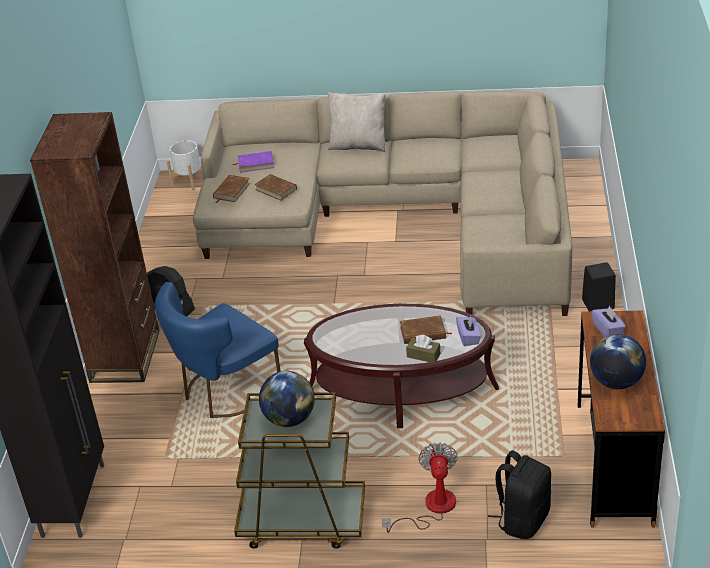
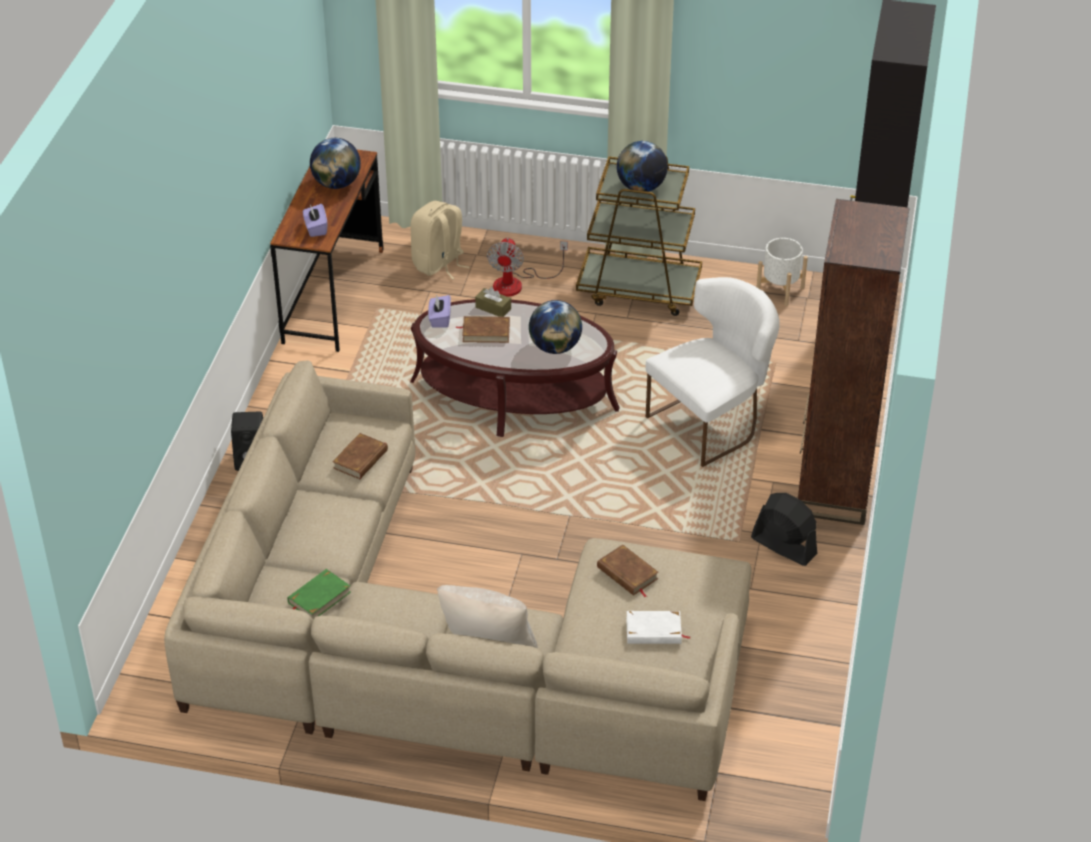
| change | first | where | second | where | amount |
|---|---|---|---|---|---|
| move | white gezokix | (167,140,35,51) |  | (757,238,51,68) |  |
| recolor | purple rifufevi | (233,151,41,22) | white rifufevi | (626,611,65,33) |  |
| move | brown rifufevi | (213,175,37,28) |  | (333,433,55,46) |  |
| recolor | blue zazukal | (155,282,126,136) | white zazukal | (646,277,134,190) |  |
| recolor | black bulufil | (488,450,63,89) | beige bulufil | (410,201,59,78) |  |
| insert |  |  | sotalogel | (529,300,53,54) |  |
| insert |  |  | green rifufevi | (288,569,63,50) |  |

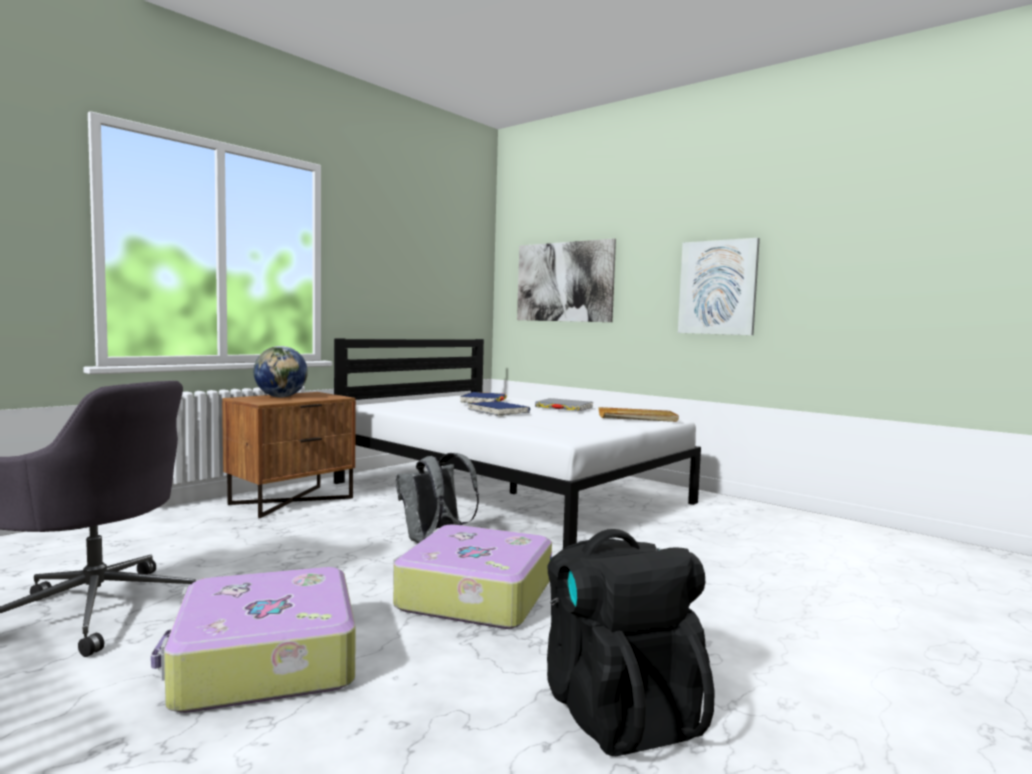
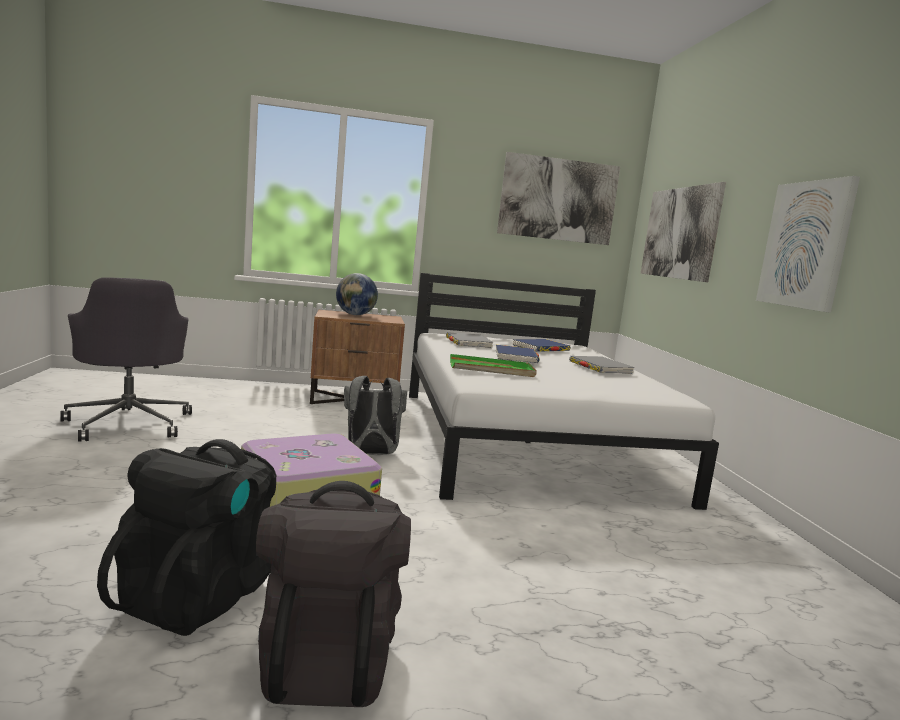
| change | first | where | second | where | amount |
|---|---|---|---|---|---|
| delete | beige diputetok | (599,407,80,15) |  |  |  |
| delete | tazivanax | (151,567,205,146) |  |  |  |
| insert |  |  | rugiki | (497,152,123,93) |  |
| insert |  |  | grey rifufevi | (446,332,48,16) |  |
| insert |  |  | green diputetok | (450,354,87,23) |  |
| insert |  |  | black bulufil | (256,481,155,226) |  |

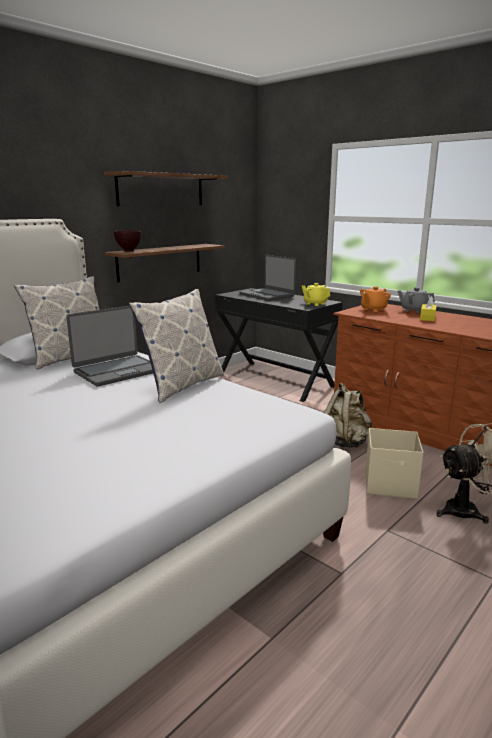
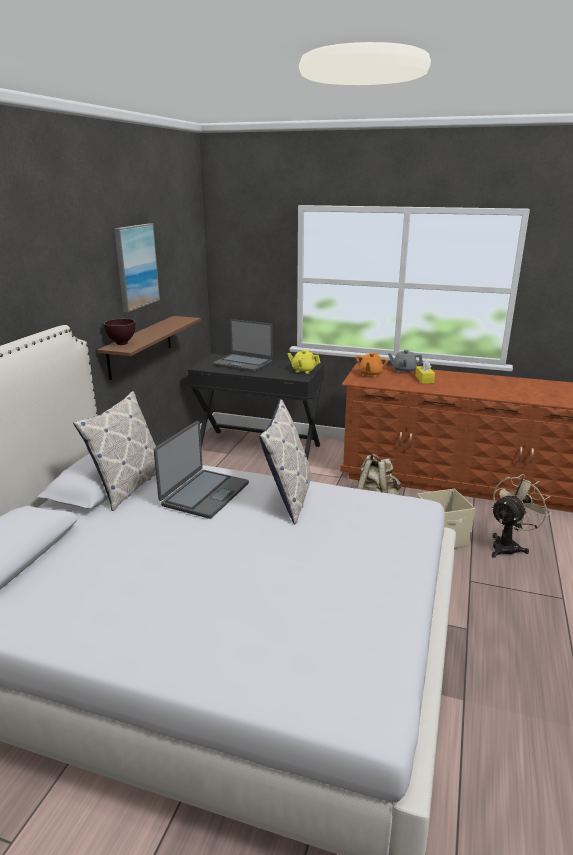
| change | first | where | second | where | amount |
|---|---|---|---|---|---|
| replace | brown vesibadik | (104,171,124,35) | rugiki | (114,223,46,89) |  |

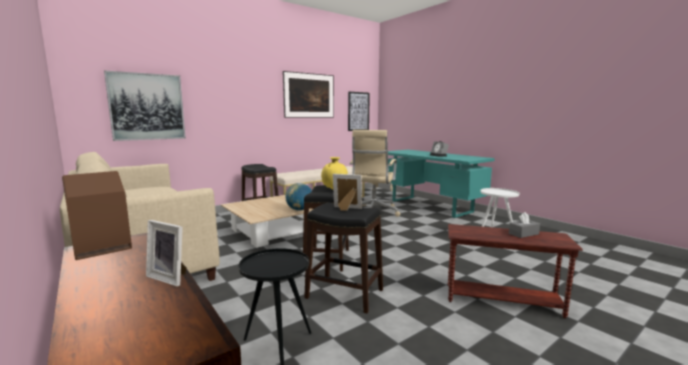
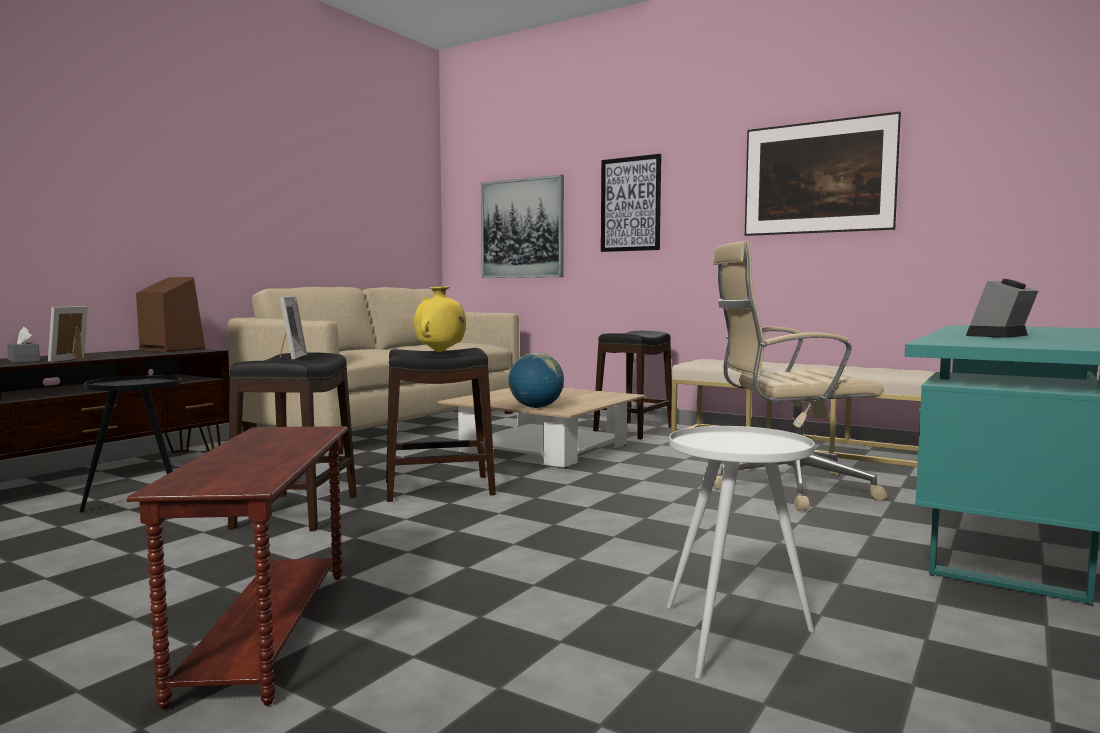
| change | first | where | second | where | amount |
|---|---|---|---|---|---|
| move | rugiki | (348,92,22,39) |  | (601,154,60,98) |  |
| move | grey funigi | (509,212,31,26) |  | (7,327,33,36) |  |

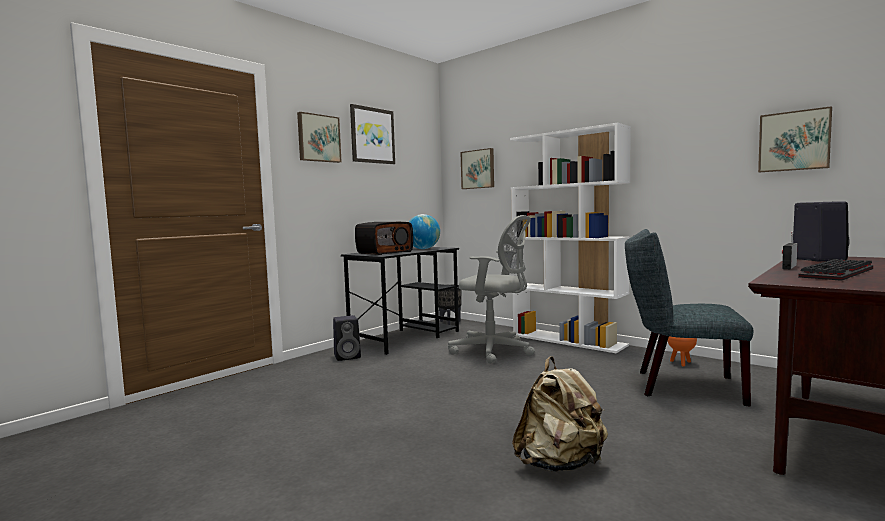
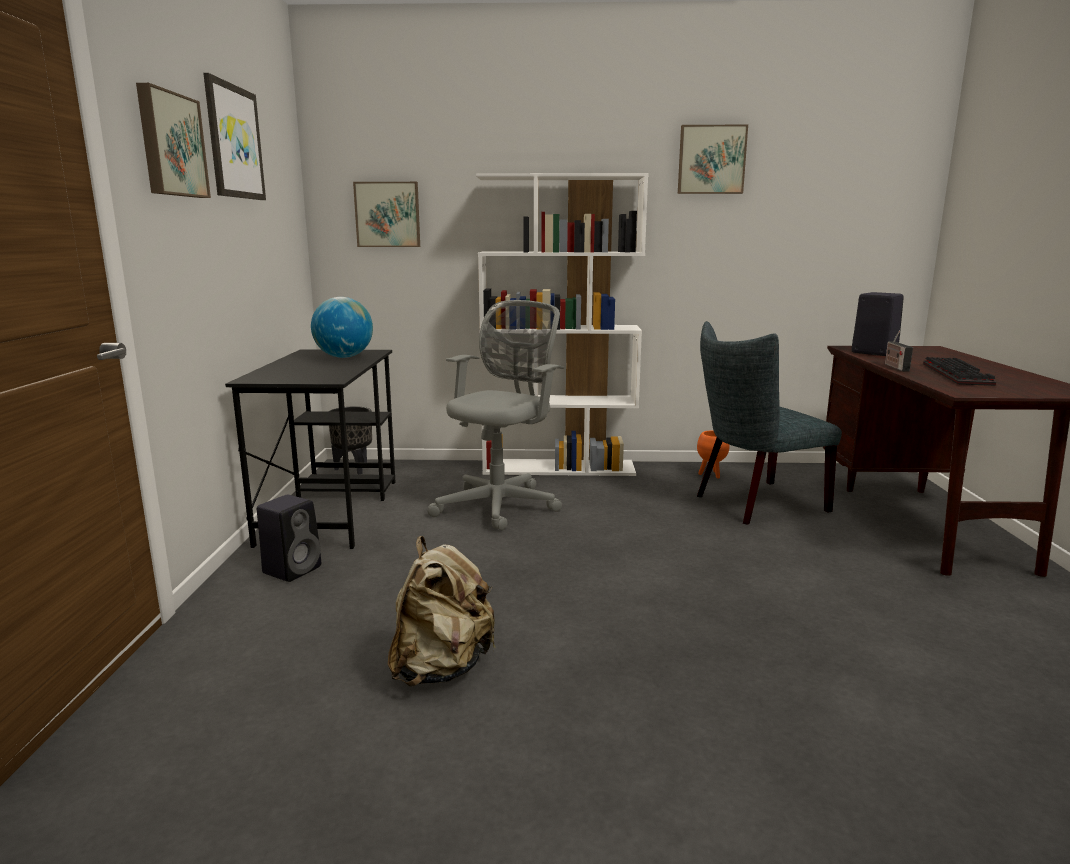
| change | first | where | second | where | amount |
|---|---|---|---|---|---|
| move | rugiki | (758,106,74,66) |  | (678,125,70,69) |  |
| rotate | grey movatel | (448,215,87,149) |  | (427,300,137,231) | 45 degrees counterclockwise |
| delete | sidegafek | (355,222,58,33) |  |  |  |
| move | beige bulufil | (512,356,96,116) |  | (388,536,108,150) |  |

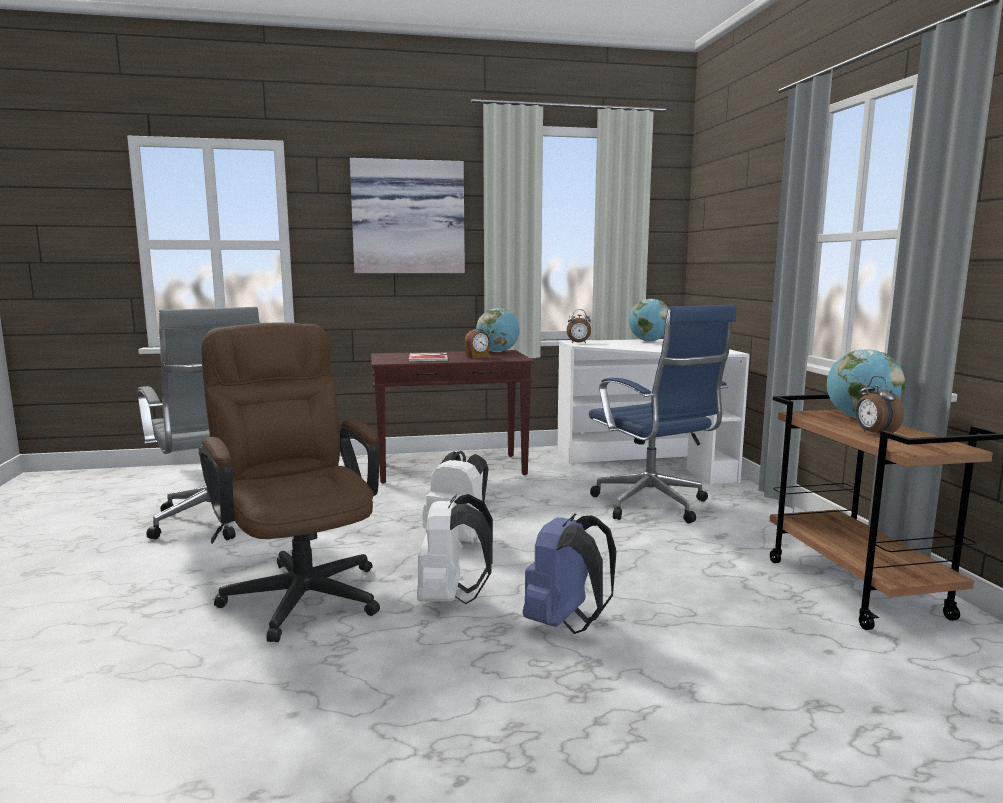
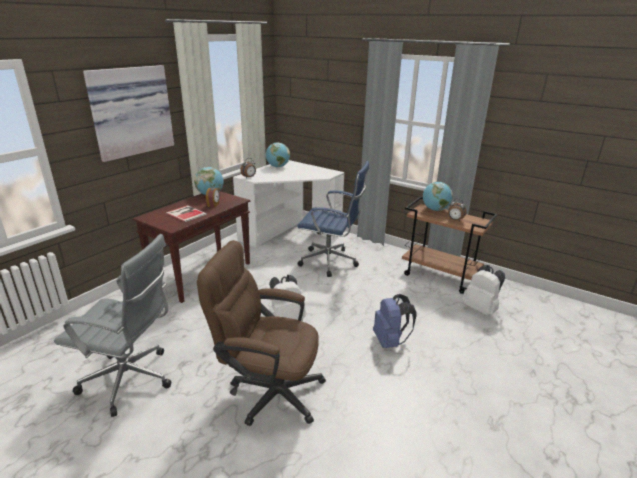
| change | first | where | second | where | amount |
|---|---|---|---|---|---|
| move | white bulufil | (417,494,76,110) |  | (463,265,42,50) |  |

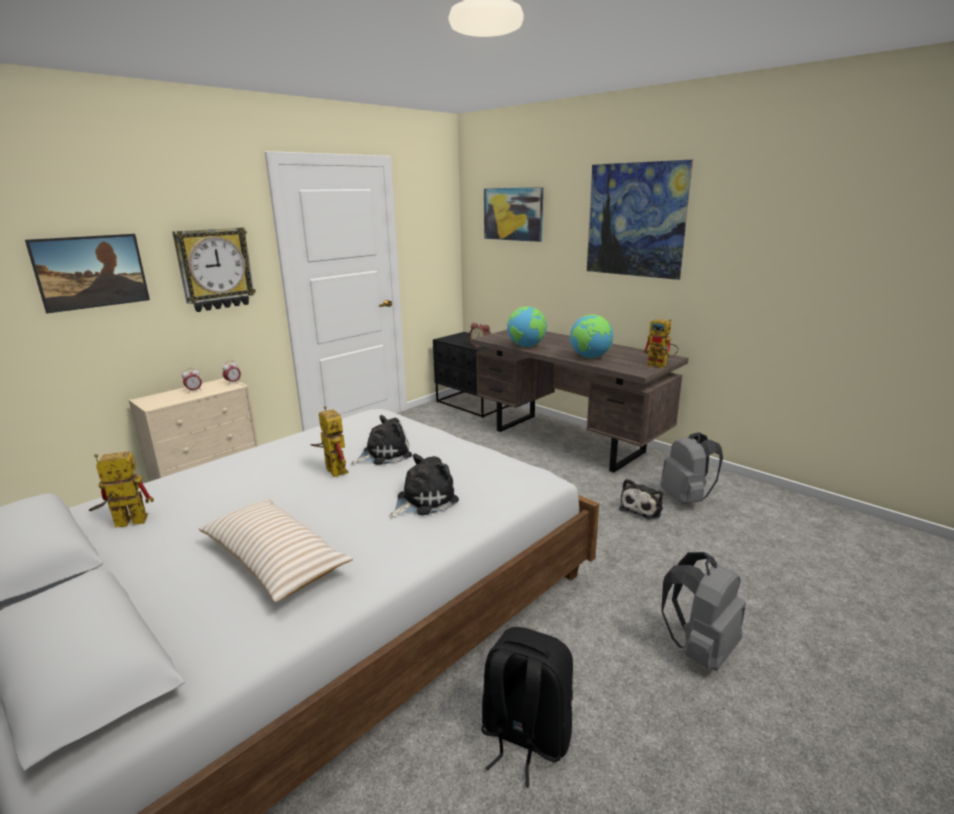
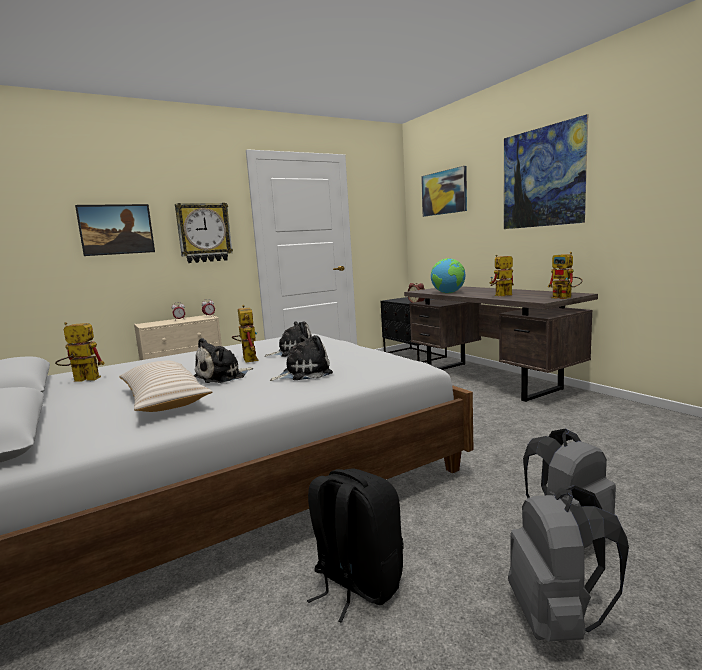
| change | first | where | second | where | amount |
|---|---|---|---|---|---|
| replace | sotalogel | (570,314,43,44) | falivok | (489,255,25,41) |  |
| move | grey bulufil | (660,432,63,72) |  | (508,485,121,156) |  |
| move | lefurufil | (619,479,44,41) |  | (194,338,59,45) |  |

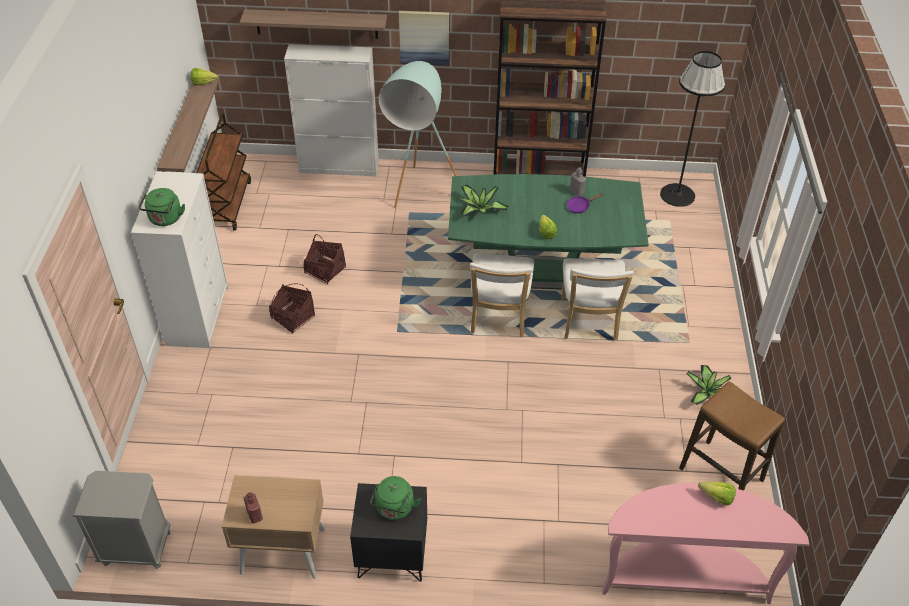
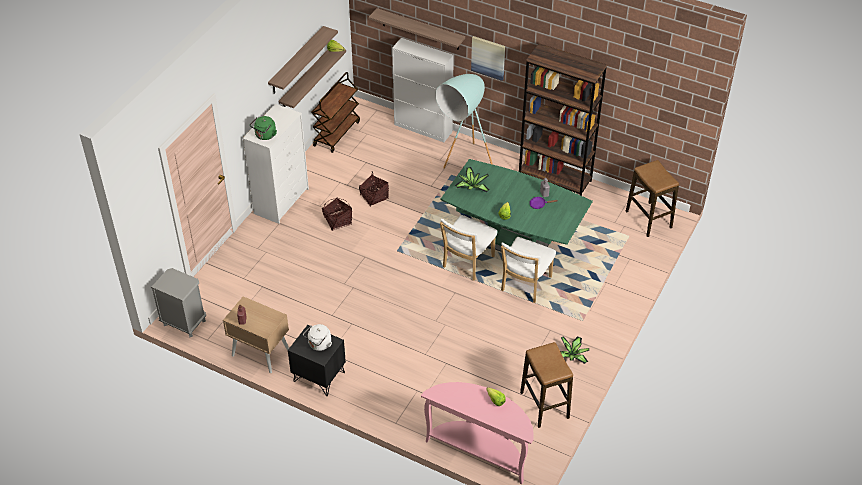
| change | first | where | second | where | amount |
|---|---|---|---|---|---|
| replace | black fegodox | (660,51,65,156) | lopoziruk | (626,160,53,77) |  |
| recolor | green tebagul | (370,476,51,44) | white tebagul | (303,324,29,27) |  |
| insert |  |  | vesibadik | (268,26,70,68) |  |

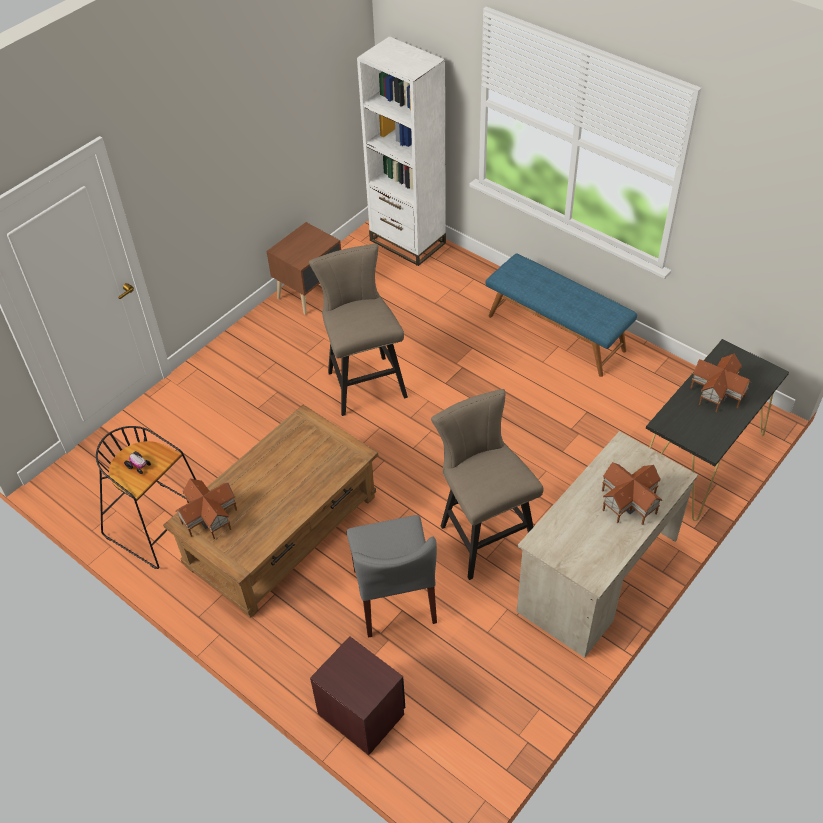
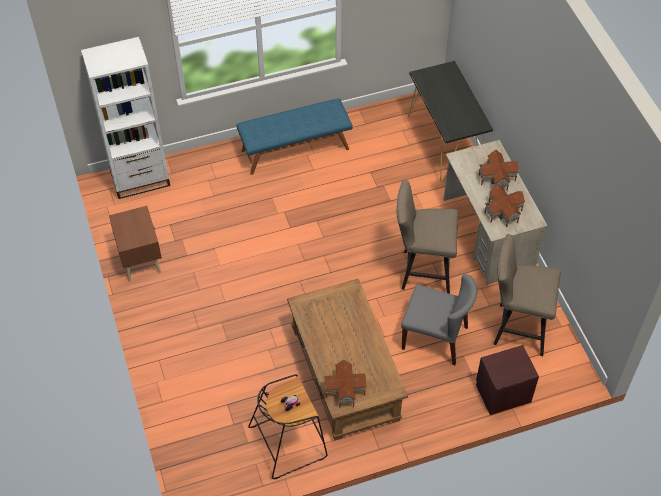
| change | first | where | second | where | amount |
|---|---|---|---|---|---|
| move | beige lopoziruk | (309,244,99,172) |  | (494,234,67,122) |  |
| move | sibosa | (690,353,61,59) |  | (484,184,41,43) |  |

